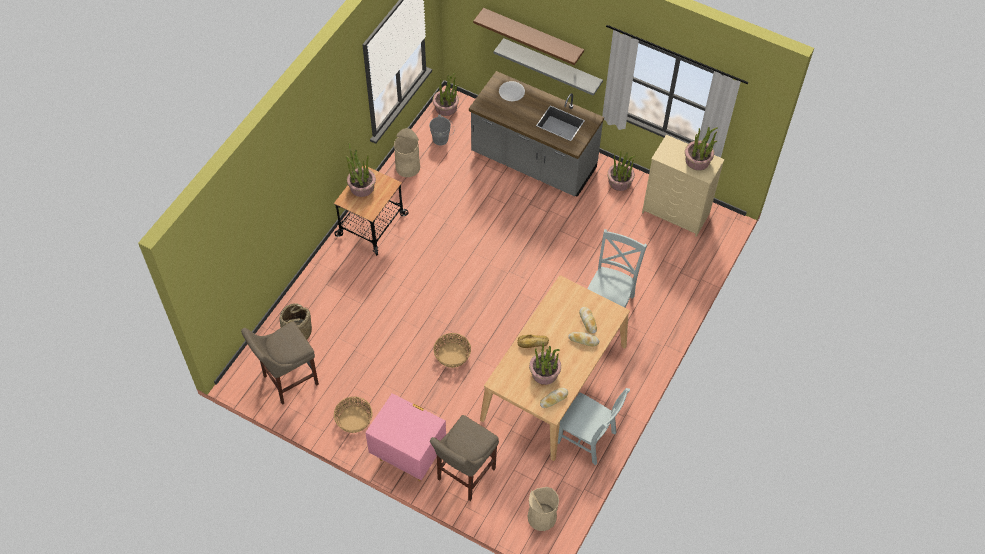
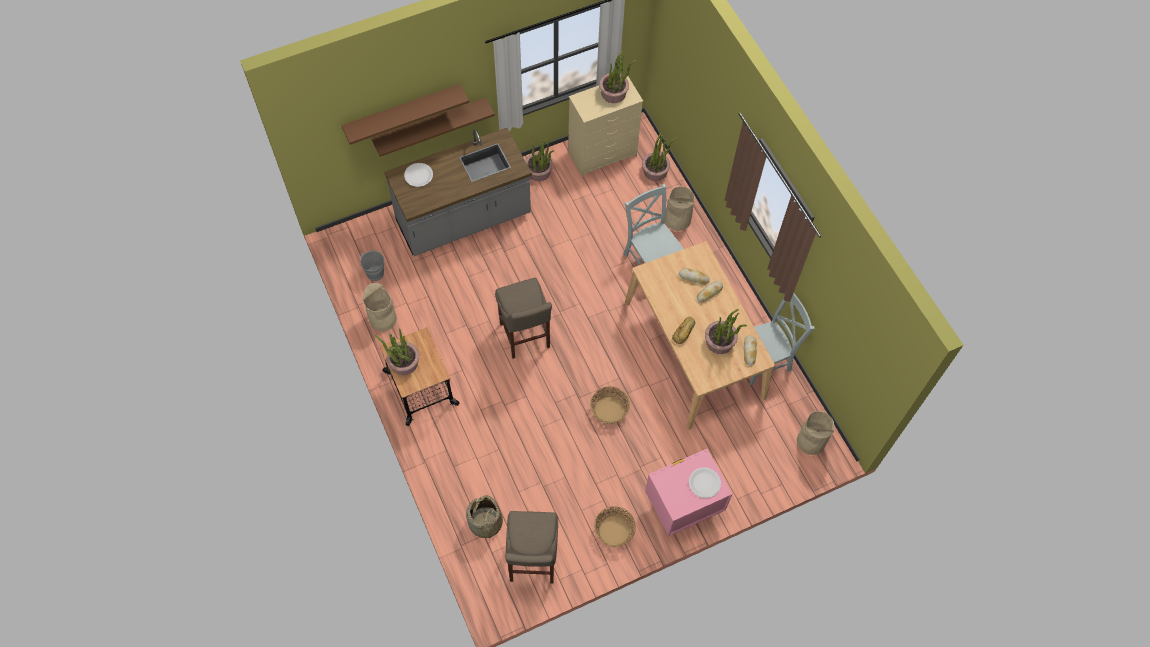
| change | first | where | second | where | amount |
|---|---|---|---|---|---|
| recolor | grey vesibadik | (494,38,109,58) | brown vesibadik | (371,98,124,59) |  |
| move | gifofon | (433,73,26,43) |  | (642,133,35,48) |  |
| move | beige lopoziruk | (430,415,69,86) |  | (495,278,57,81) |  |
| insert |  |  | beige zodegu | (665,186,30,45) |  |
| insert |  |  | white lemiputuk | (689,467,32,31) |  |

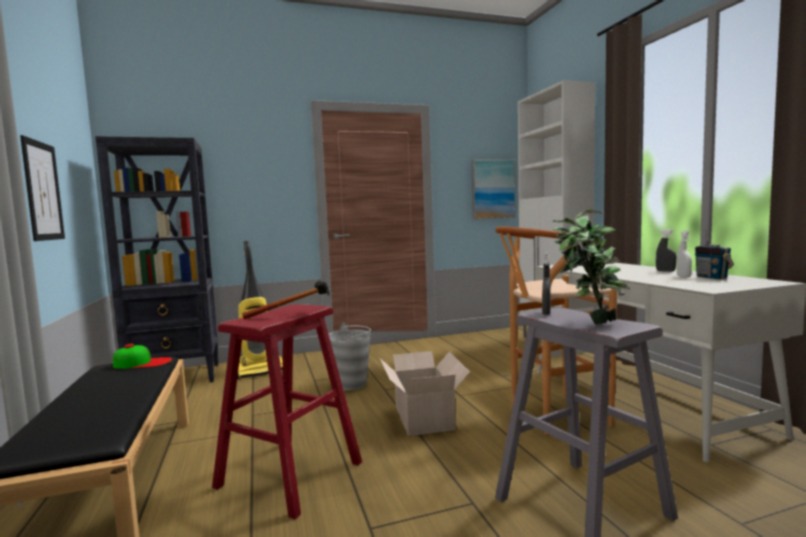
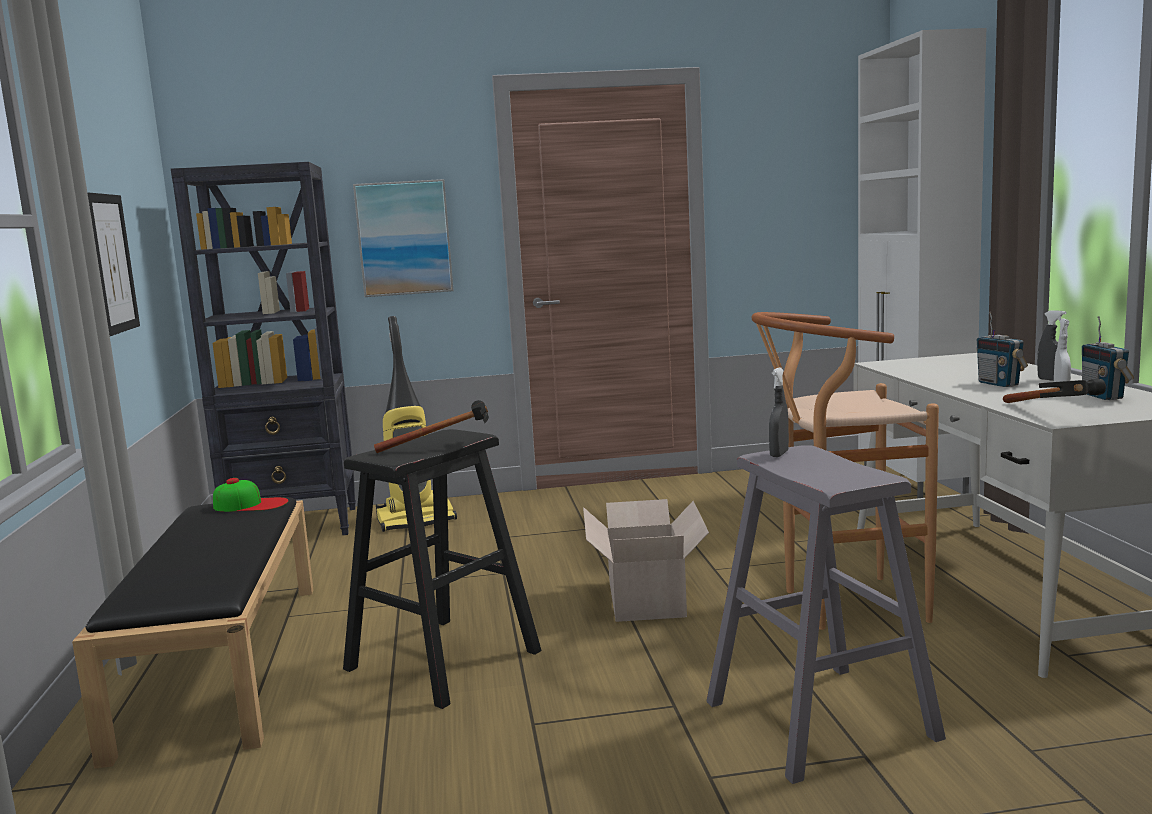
| change | first | where | second | where | amount |
|---|---|---|---|---|---|
| move | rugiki | (471,159,45,60) |  | (353,179,101,118) |  |
| delete | gifofon | (552,210,78,114) |  |  |  |
| recolor | red lopoziruk | (212,304,150,215) | black lopoziruk | (343,429,198,280) |  |
| delete | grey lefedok | (328,323,43,68) |  |  |  |
| insert |  |  | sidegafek | (976,311,52,76) |  |
| insert |  |  | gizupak | (1003,379,103,24) |  |

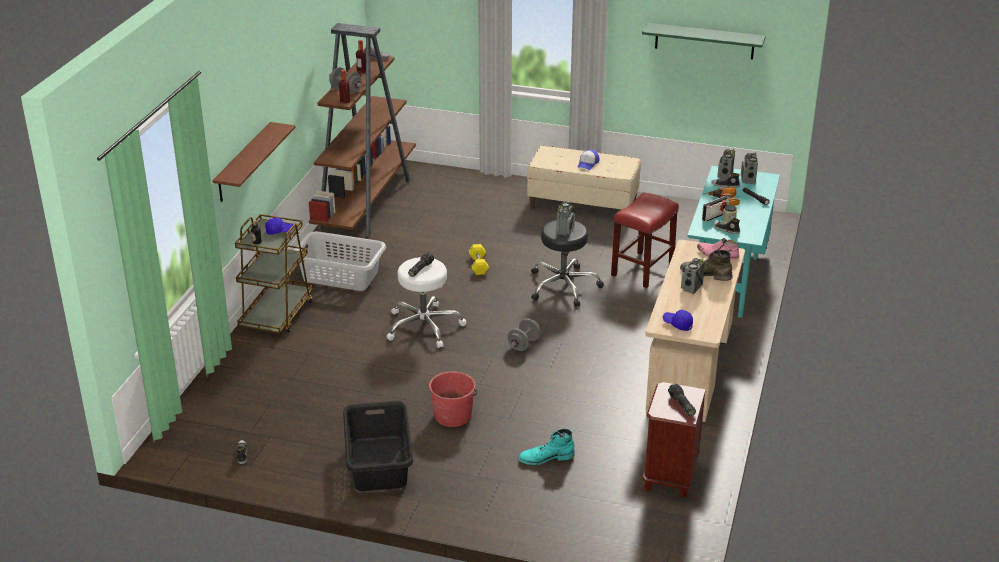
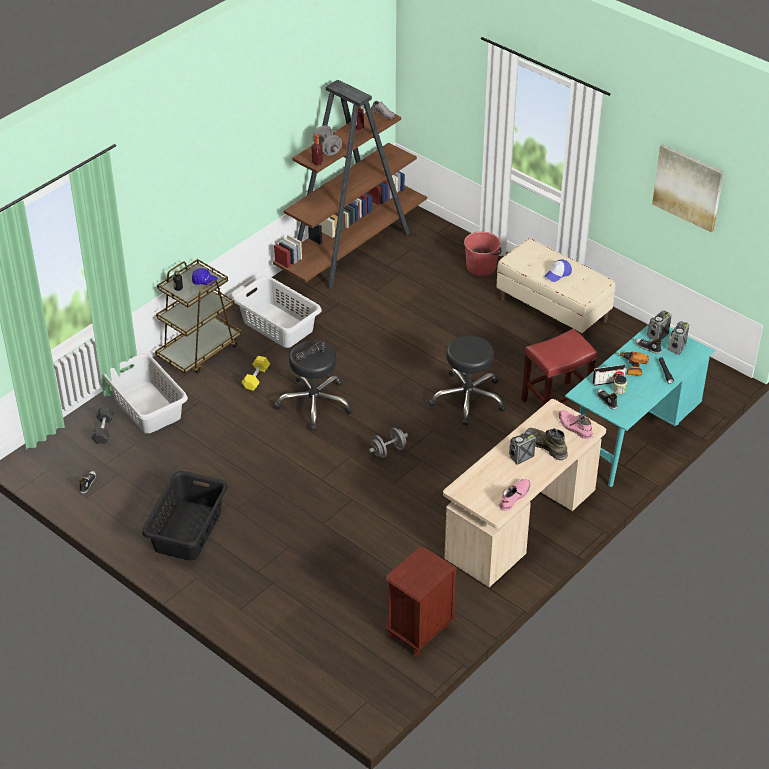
| change | first | where | second | where | amount |
|---|---|---|---|---|---|
| replace | green vesibadik | (642,23,124,37) | rugiki | (652,144,72,89) |  |
| delete | brown vesibadik | (212,122,83,80) |  |  |  |
| delete | sidegafek | (556,202,19,34) |  |  |  |
| move | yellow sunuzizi | (469,244,20,31) |  | (242,356,28,35) |  |
| recolor | white lopoziruk | (386,257,80,91) | black lopoziruk | (274,340,79,91) |  |
| delete | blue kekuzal | (663,310,30,21) |  |  |  |
| move | red lefedok | (429,371,49,56) |  | (464,231,37,45) |  |
| delete | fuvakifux | (668,384,28,32) |  |  |  |
| delete | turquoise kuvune | (518,429,57,36) |  |  |  |
| insert |  |  | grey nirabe | (103,353,85,81) |  |
| insert |  |  | black sunuzizi | (92,407,22,37) |  |
| insert |  |  | pink kuvune | (499,479,32,32) |  |

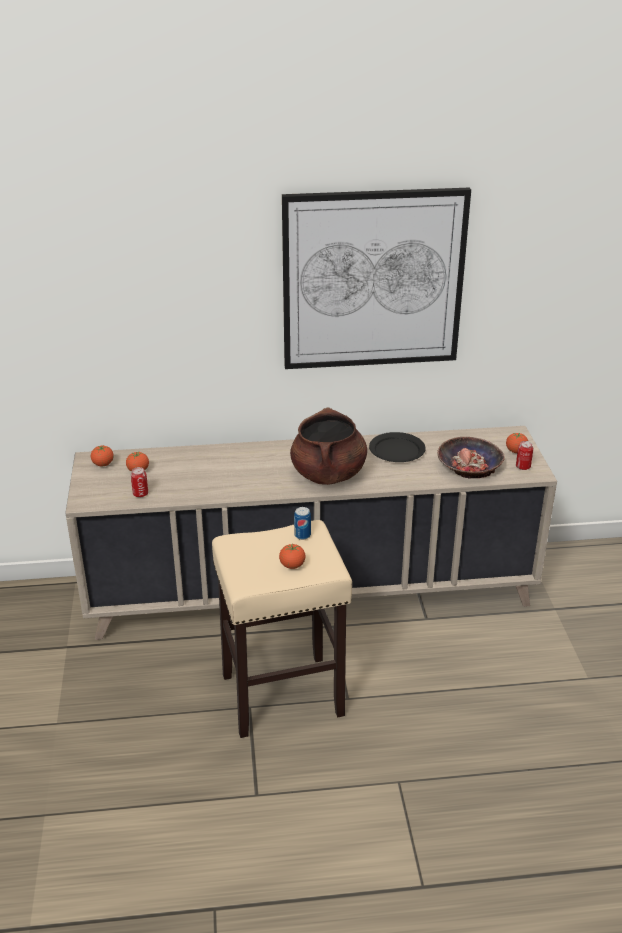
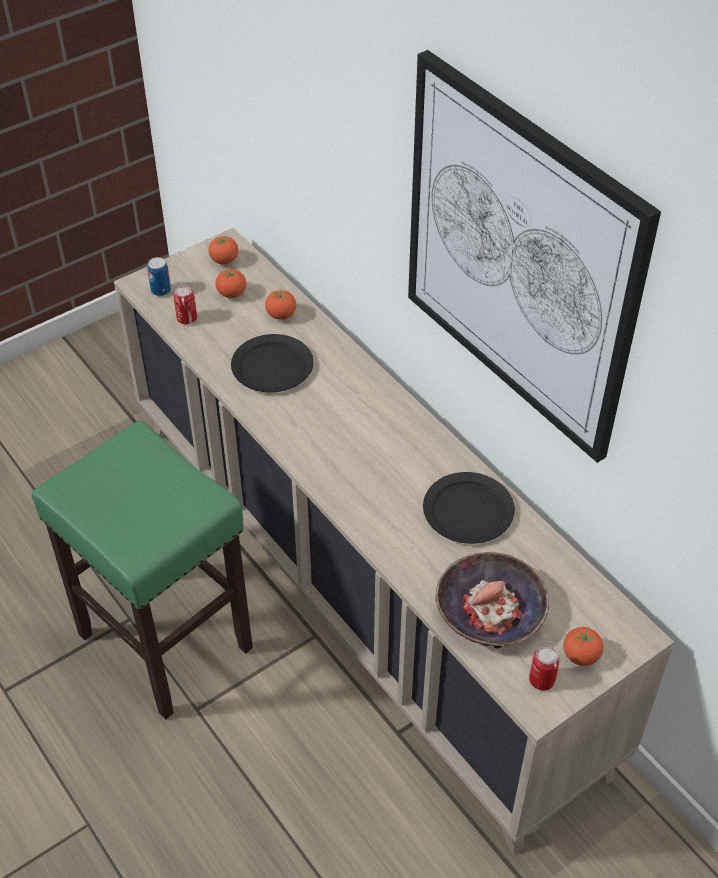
| change | first | where | second | where | amount |
|---|---|---|---|---|---|
| delete | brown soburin | (290,407,77,78) |  |  |  |
| move | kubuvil | (294,507,17,33) |  | (147,257,24,40) |  |
| recolor | beige lopoziruk | (212,520,140,218) | green lopoziruk | (32,421,221,298) |  |
| move | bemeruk | (279,543,27,26) |  | (265,289,31,31) |  |
| insert |  |  | black lemiputuk | (231,334,83,58) |  |

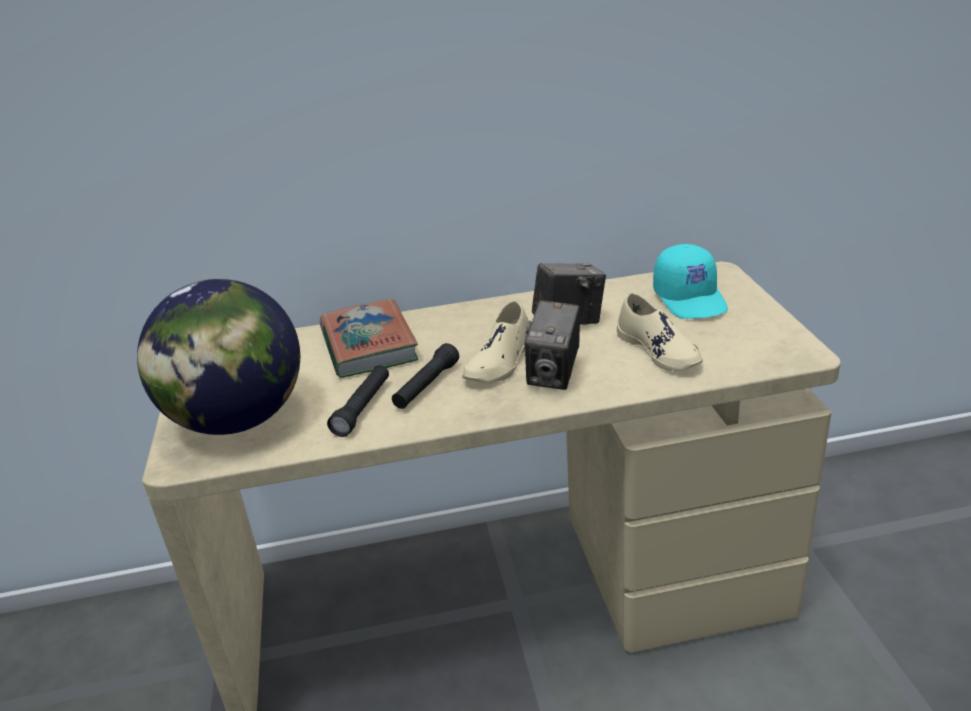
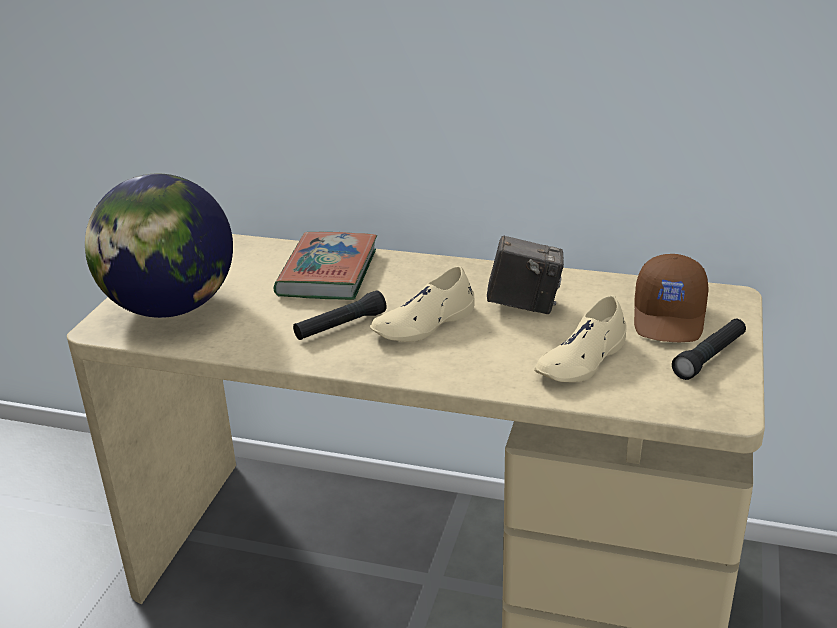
| change | first | where | second | where | amount |
|---|---|---|---|---|---|
| recolor | turquoise kekuzal | (653,244,75,75) | brown kekuzal | (634,254,75,88) |  |
| rotate | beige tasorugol | (617,292,86,79) |  | (534,295,93,87) | 45 degrees clockwise |
| delete | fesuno | (524,300,56,90) |  |  |  |
| move | black fuvakifux | (327,365,62,72) |  | (672,319,74,61) |  |

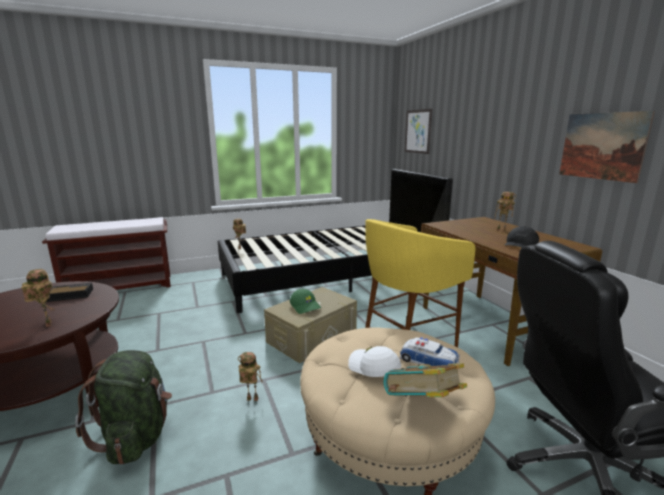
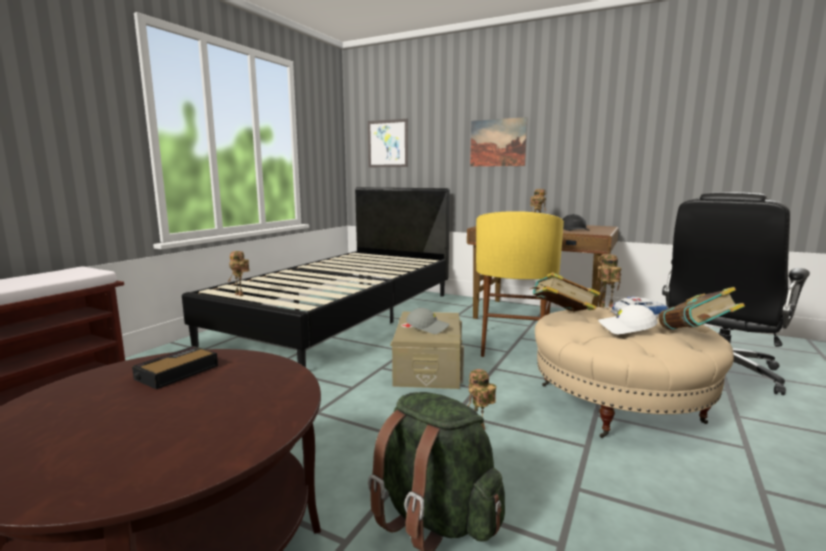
| change | first | where | second | where | amount |
|---|---|---|---|---|---|
| move | rugiki | (559,111,96,72) |  | (470,117,58,50) |  |
| move | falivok | (21,269,33,58) |  | (596,254,26,53) |  |
| recolor | green kekuzal | (290,289,32,25) | grey kekuzal | (406,308,44,26) |  |
| insert |  |  | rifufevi | (530,272,71,40) |  |

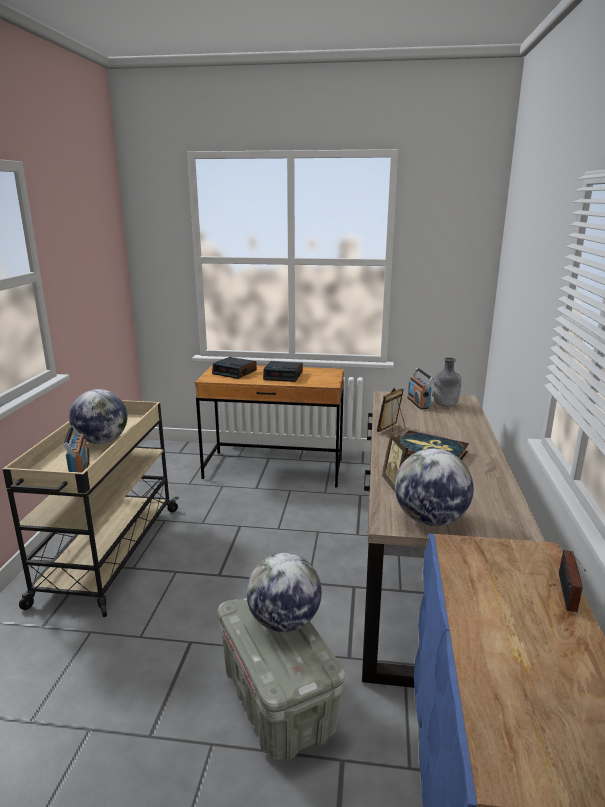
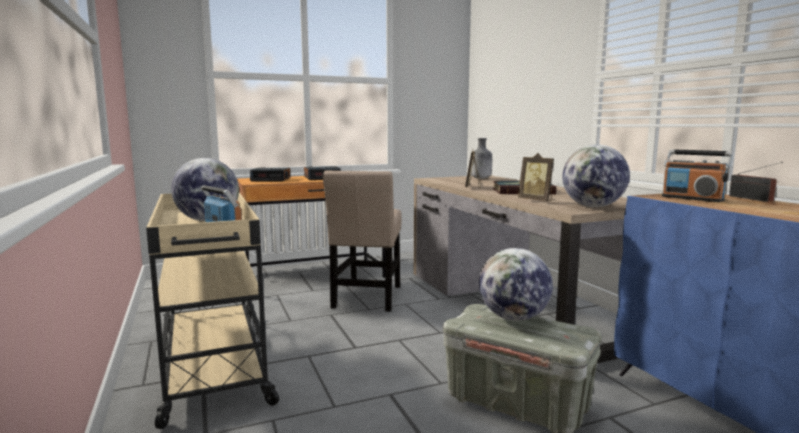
| change | first | where | second | where | amount |
|---|---|---|---|---|---|
| move | sidegafek | (407,368,27,41) |  | (662,149,71,53) |  |
| insert |  |  | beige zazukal | (323,171,79,141) |  |

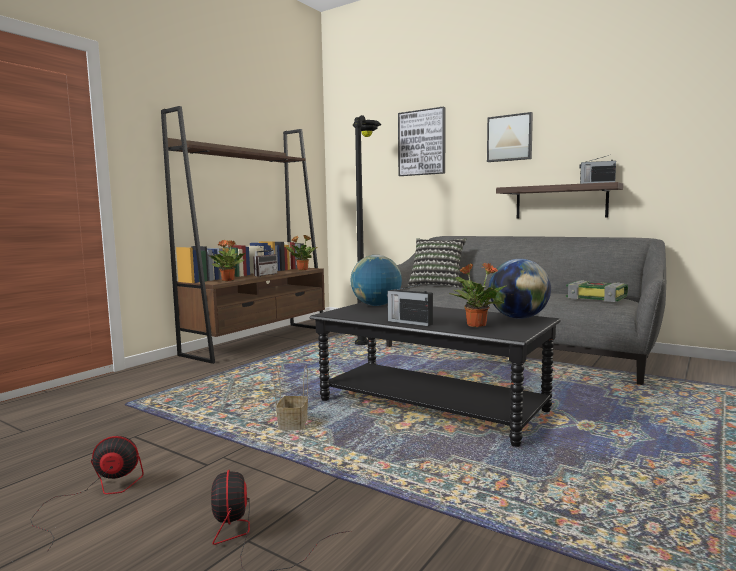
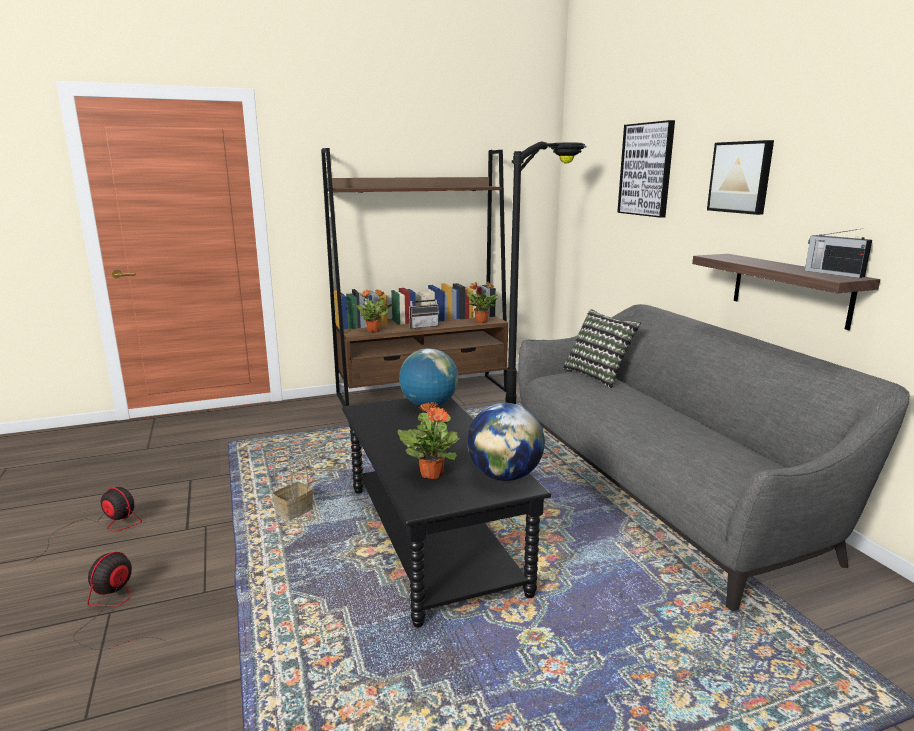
| change | first | where | second | where | amount |
|---|---|---|---|---|---|
| delete | rifufevi | (566,280,62,22) |  |  |  |
| delete | sidegafek | (387,284,46,42) |  |  |  |

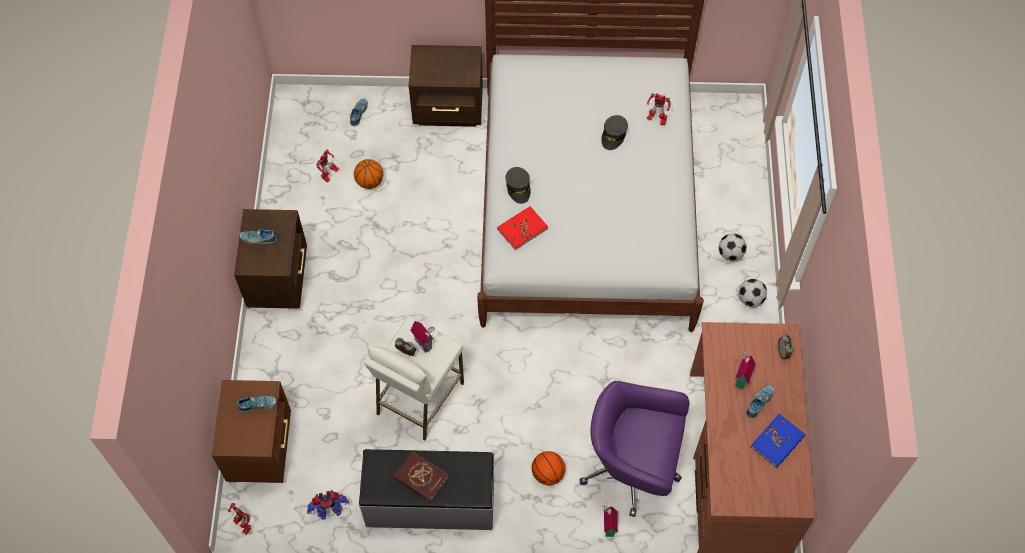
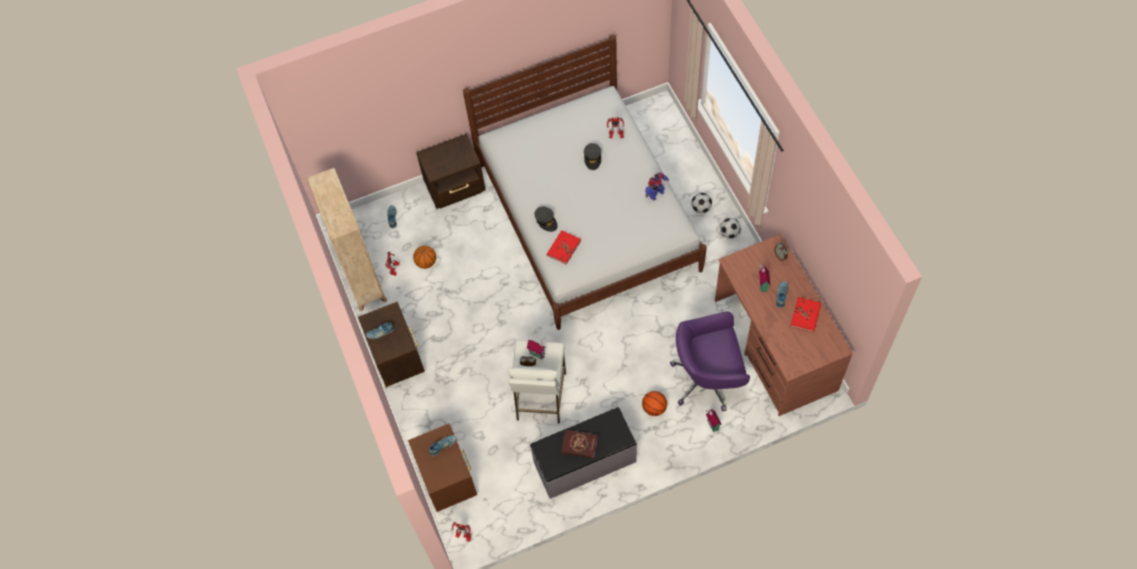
| change | first | where | second | where | amount |
|---|---|---|---|---|---|
| recolor | blue rifufevi | (751,414,54,54) | red rifufevi | (790,297,31,36) |  |
| move | falivok | (307,490,42,30) |  | (645,173,24,27) |  |
| insert |  |  | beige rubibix | (307,168,81,144) |  |

